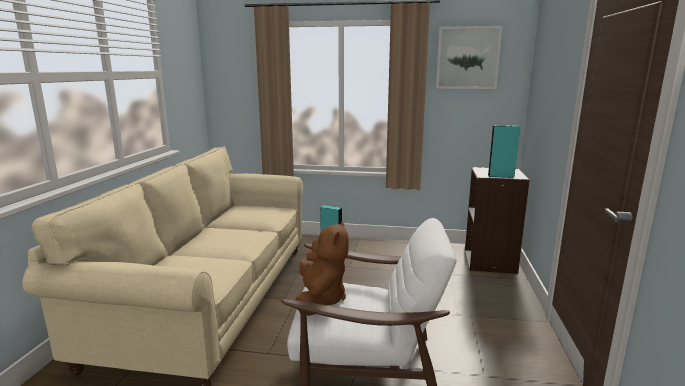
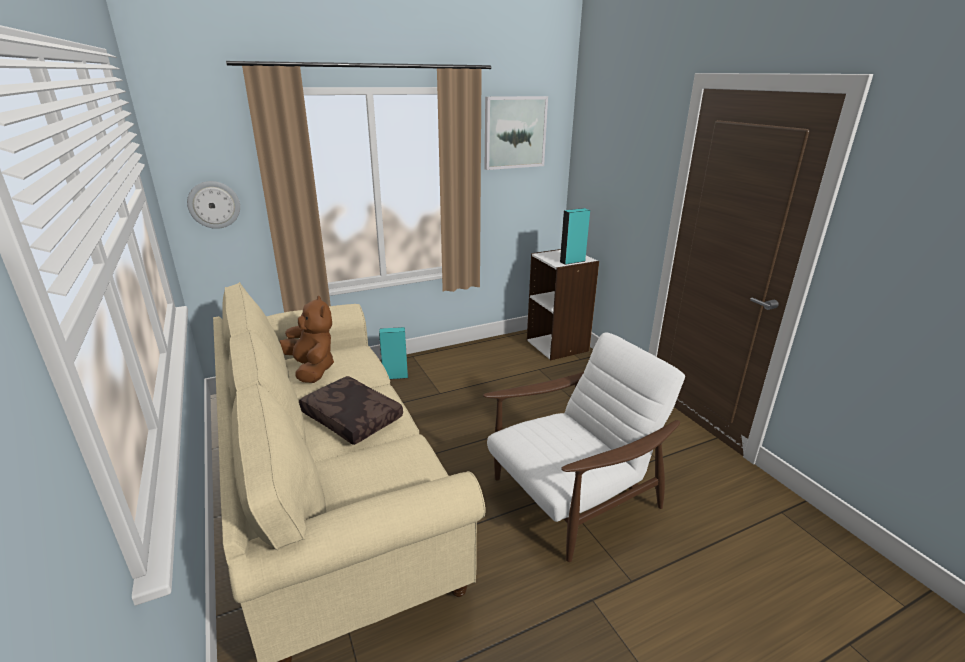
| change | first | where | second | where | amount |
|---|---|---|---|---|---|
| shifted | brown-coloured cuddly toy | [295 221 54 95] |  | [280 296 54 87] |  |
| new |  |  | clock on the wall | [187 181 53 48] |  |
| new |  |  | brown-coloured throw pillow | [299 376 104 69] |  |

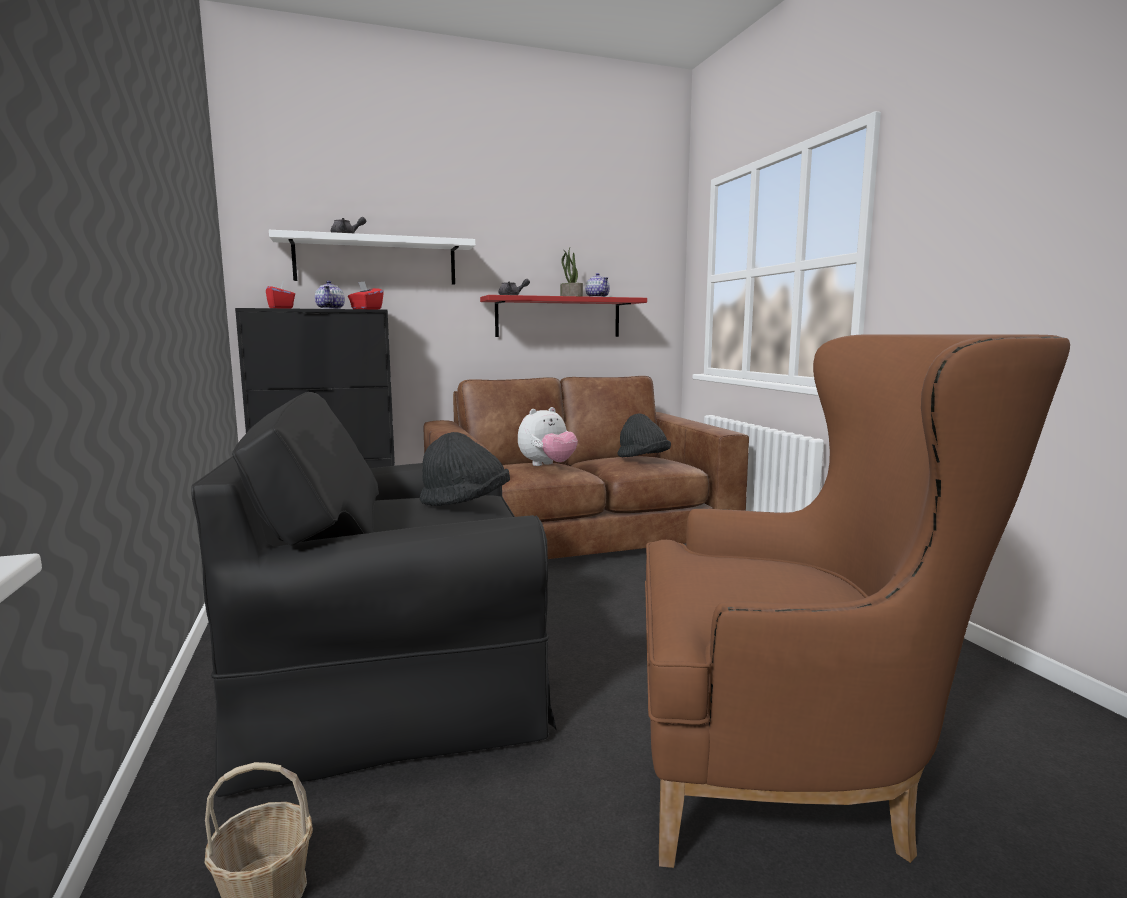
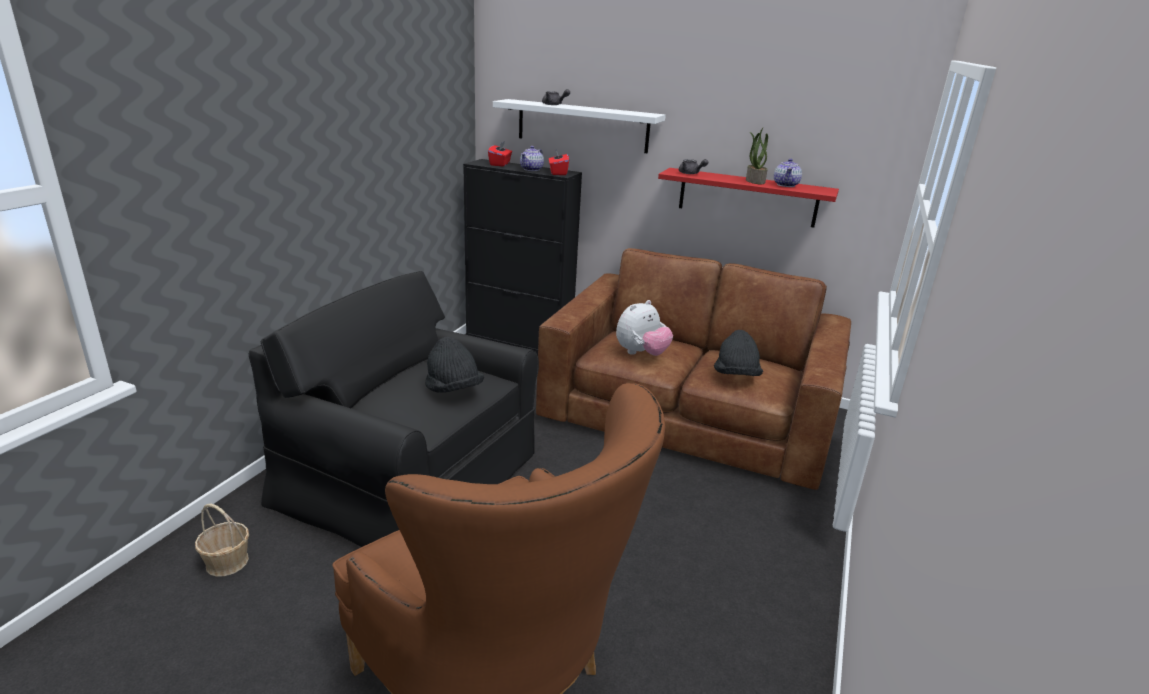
| change | first | where | second | where | amount |
|---|---|---|---|---|---|
| rotated | cuddly toy | [518 407 60 59] |  | [616 300 57 56] | 45 degrees counterclockwise |

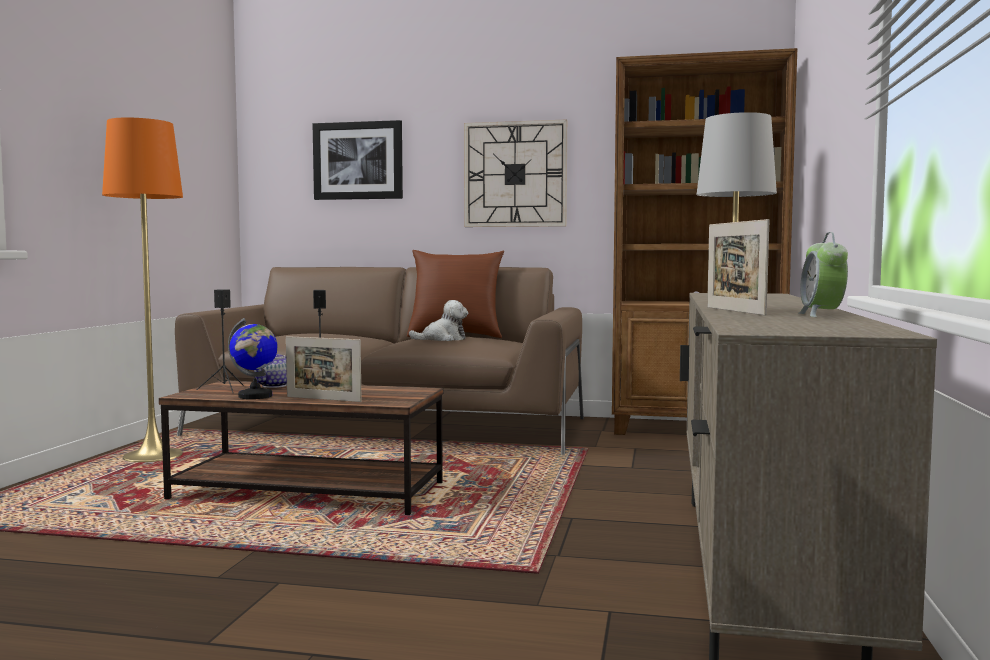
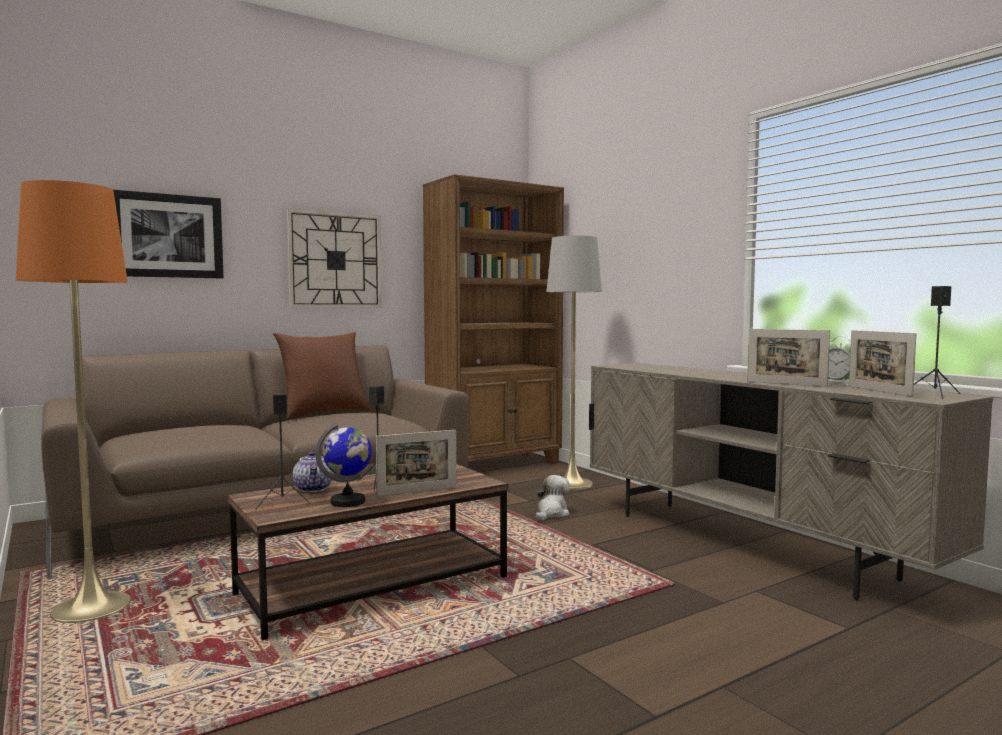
| change | first | where | second | where | amount |
|---|---|---|---|---|---|
| shifted | cuddly toy | [409 300 59 41] |  | [536 475 34 46] |  |
| new |  |  | blackish speaker | [914 286 47 112] |  |
| new |  |  | photo frame | [849 330 67 67] |  |

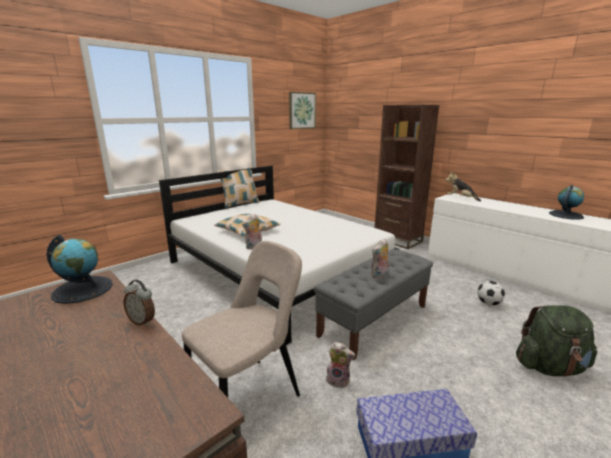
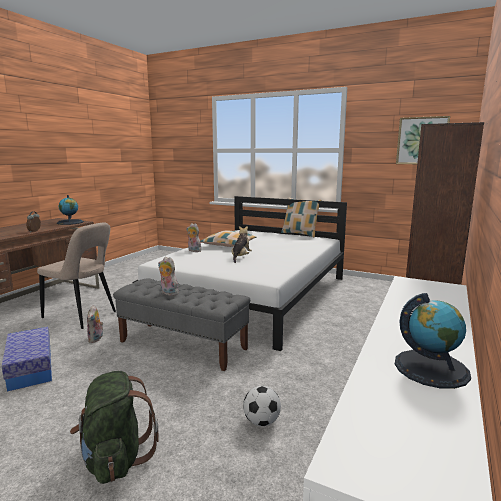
| change | first | where | second | where | amount |
|---|---|---|---|---|---|
| shifted | cuddly toy | [446 172 35 30] |  | [232 226 20 37] |  |

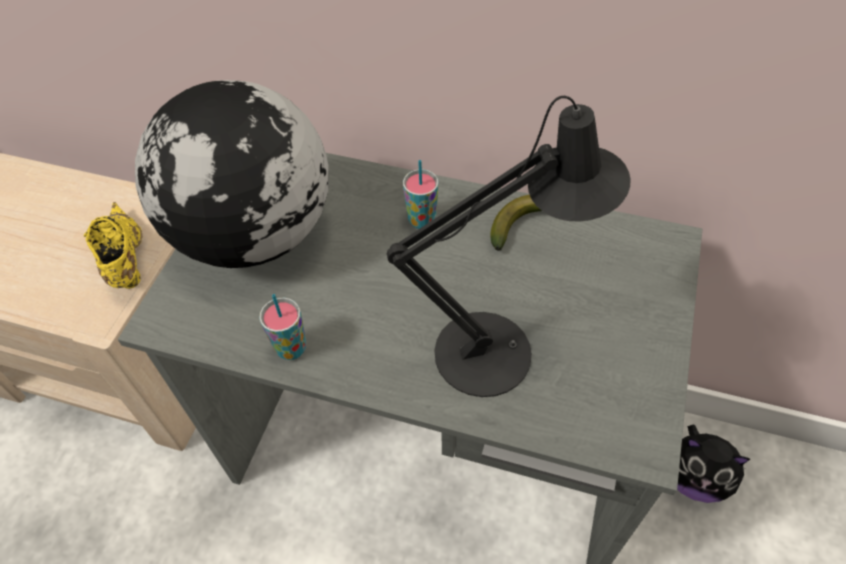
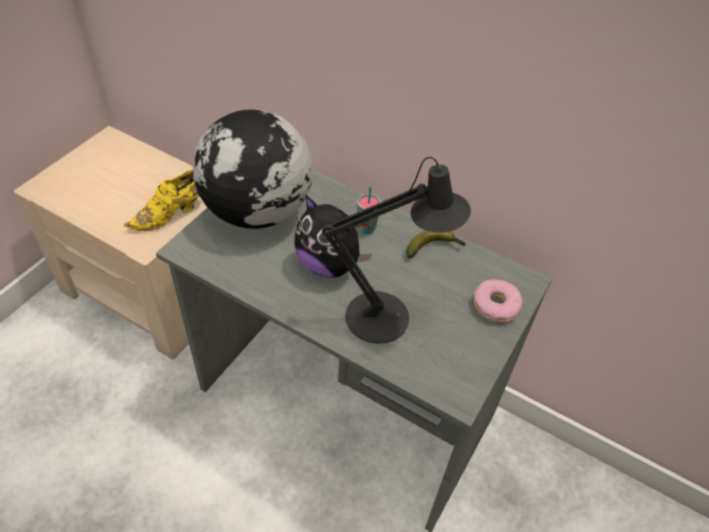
| change | first | where | second | where | amount |
|---|---|---|---|---|---|
| rotated | yellow low shoe | [84 202 58 87] |  | [124 170 75 61] | 120 degrees counterclockwise |
| gone | small cup | [259 294 47 66] |  |  |  |
| shifted | cuddly toy | [677 425 73 78] |  | [294 195 78 83] |  |
| new |  |  | donut | [474 279 48 44] |  |

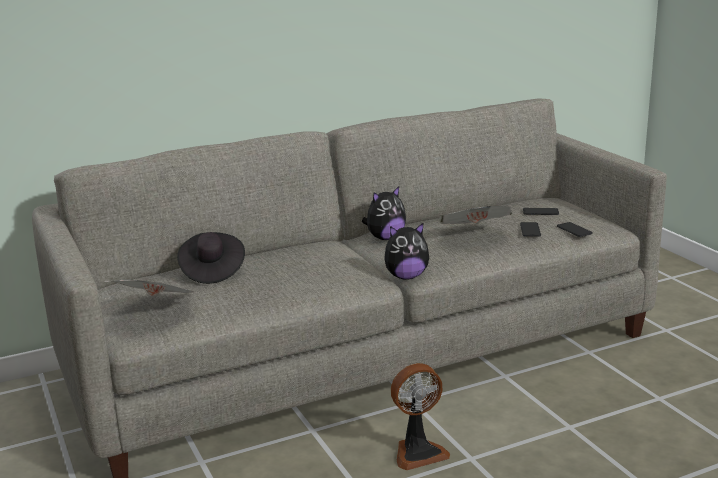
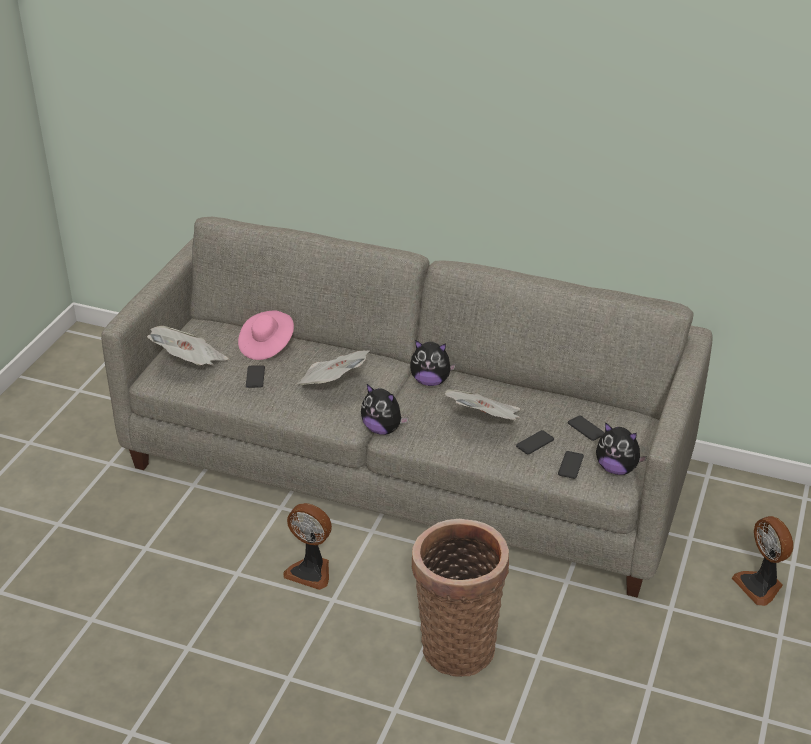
| change | first | where | second | where | amount |
|---|---|---|---|---|---|
| repainted | blackish hat | [177 232 68 52] | pinkish hat | [238 311 56 49] |  |
| new |  |  | printed paper | [296 350 74 35] |  |
| new |  |  | telephone | [246 365 19 23] |  |
| new |  |  | cuddly toy | [596 422 51 53] |  |
| new |  |  | fan | [732 516 61 90] |  |
| new |  |  | basket | [412 519 97 158] |  |

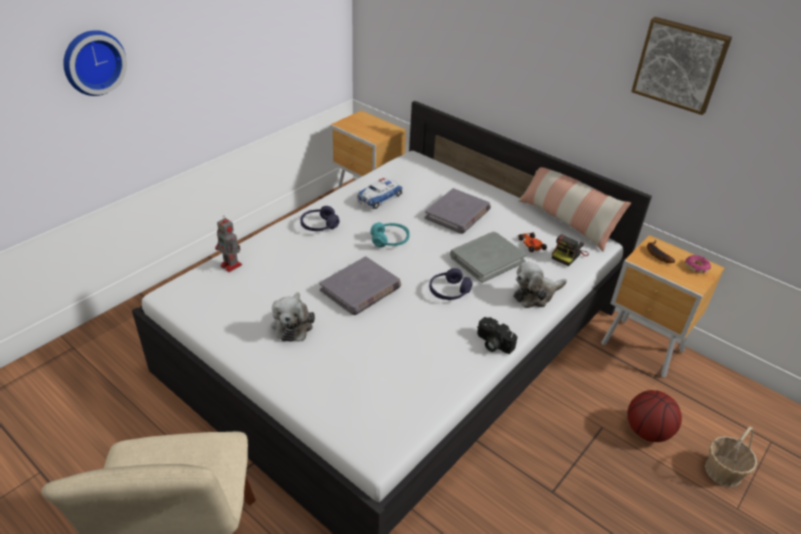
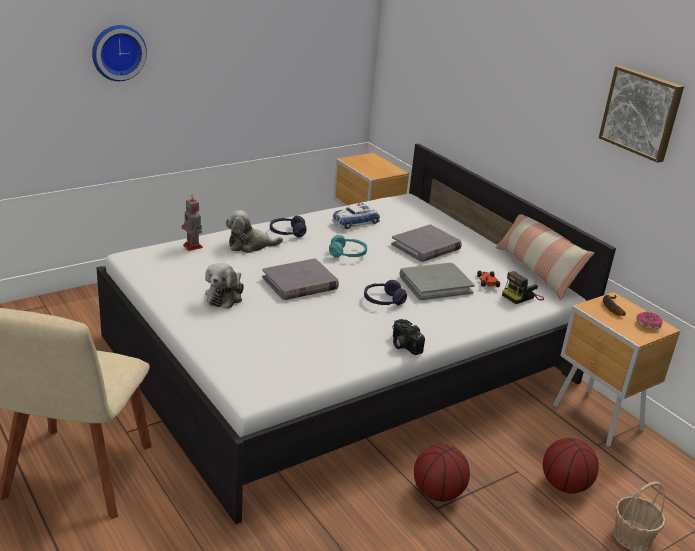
| change | first | where | second | where | amount |
|---|---|---|---|---|---|
| shifted | cuddly toy | [513 262 54 46] |  | [226 210 57 43] |  |
| new |  |  | ball for basketball | [414 444 56 58] |  |

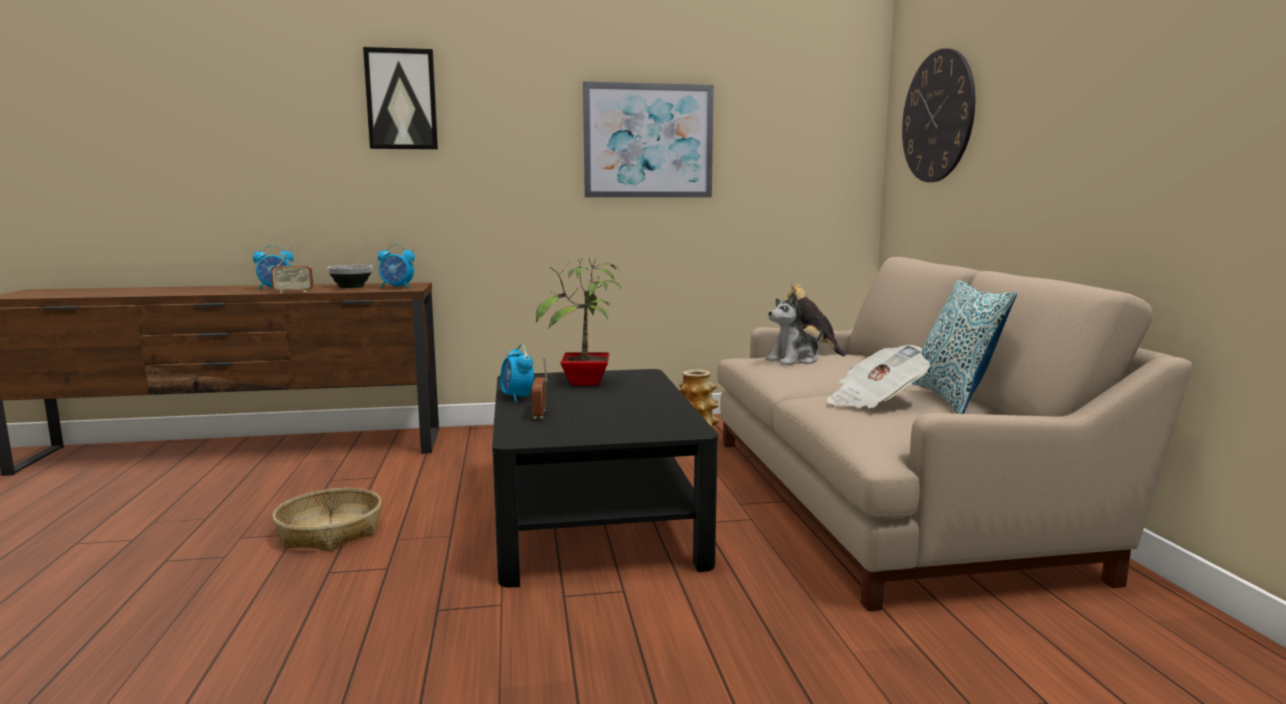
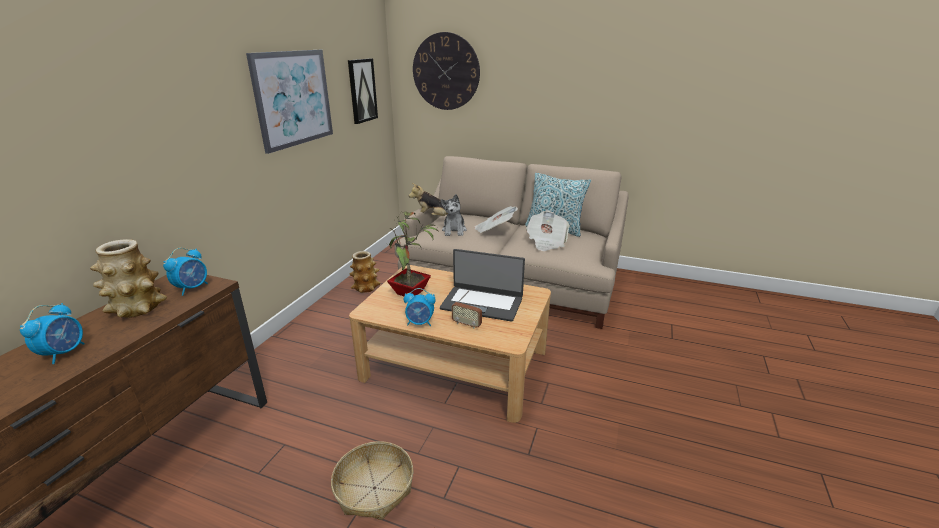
| change | first | where | second | where | amount |
|---|---|---|---|---|---|
| shifted | wall art | [363 47 75 103] |  | [348 58 30 66] |  |
| gone | radio receiver | [271 246 42 47] |  |  |  |
| swapped | deep dish | [327 265 45 23] | vase | [90 239 77 79] |  |
| repainted | blackish coffee table | [492 369 226 219] | sand-coloured coffee table | [349 265 202 158] |  |
| new |  |  | printed paper | [474 206 44 27] |  |
| new |  |  | portable computer | [440 249 85 73] |  |

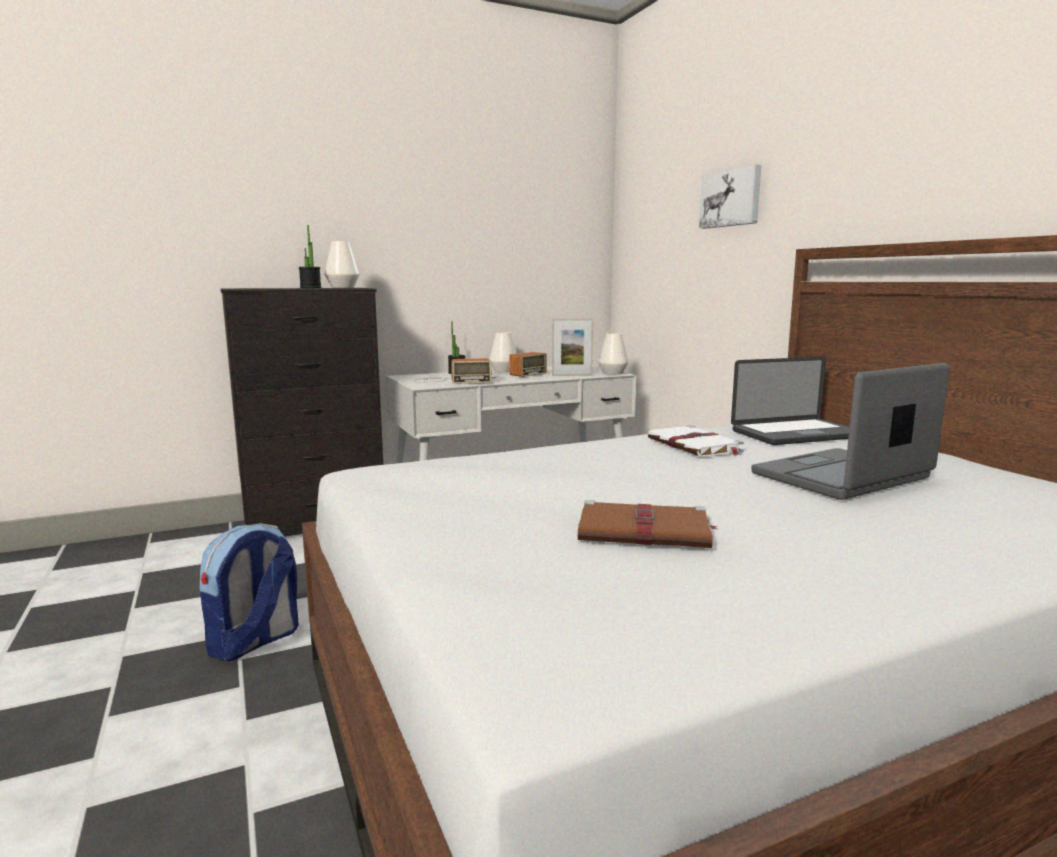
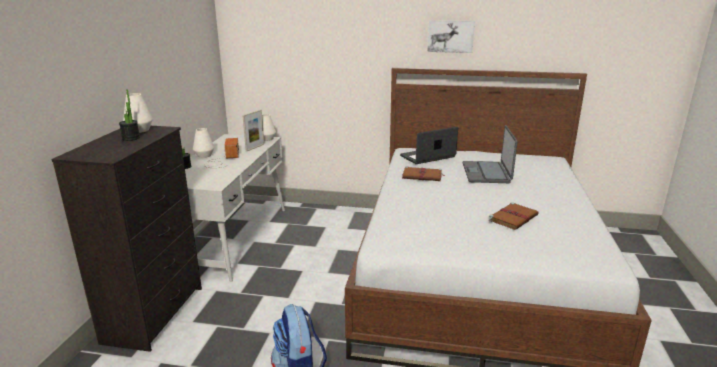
| change | first | where | second | where | amount |
|---|---|---|---|---|---|
| shifted | wall art | [699 164 62 65] |  | [427 20 48 33] |  |
| rotated | portable computer | [731 357 119 88] |  | [400 127 58 37] | 135 degrees counterclockwise |
| gone | radio receiver | [414 358 78 26] |  |  |  |
| repainted | white bound book | [648 425 95 32] | brown-coloured bound book | [402 166 42 15] |  |

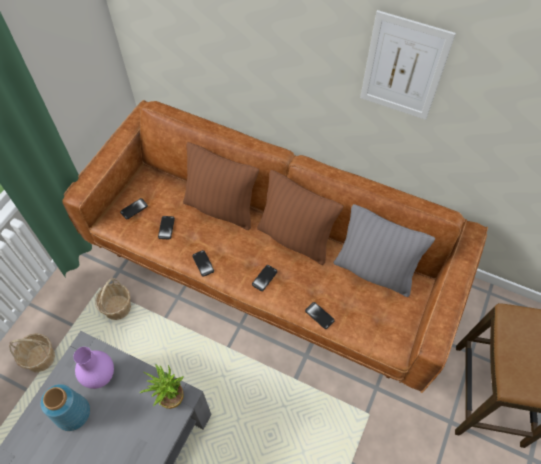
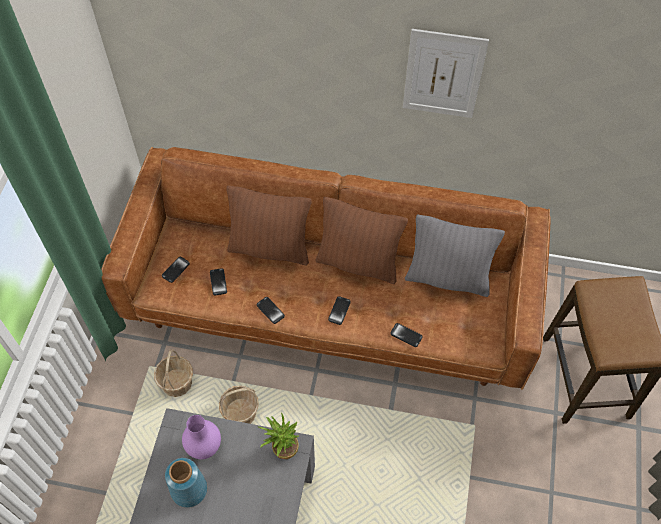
| change | first | where | second | where | amount |
|---|---|---|---|---|---|
| shifted | basket | [9 333 46 40] |  | [219 386 40 38] |  |

